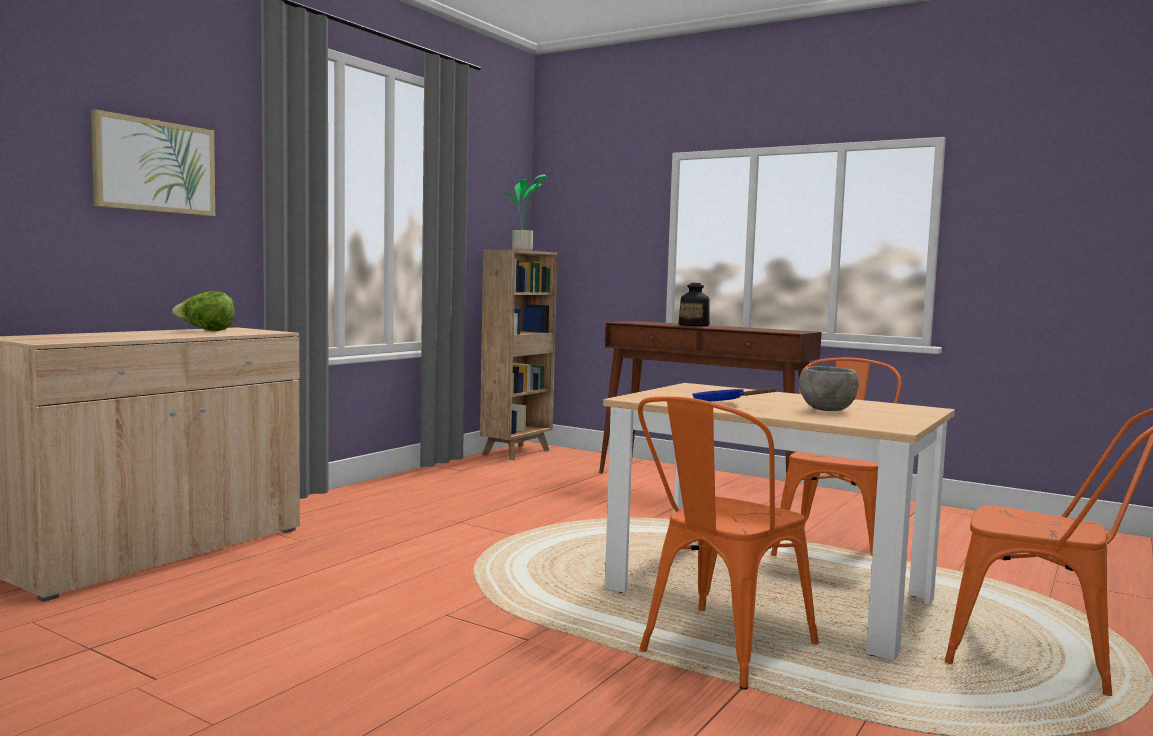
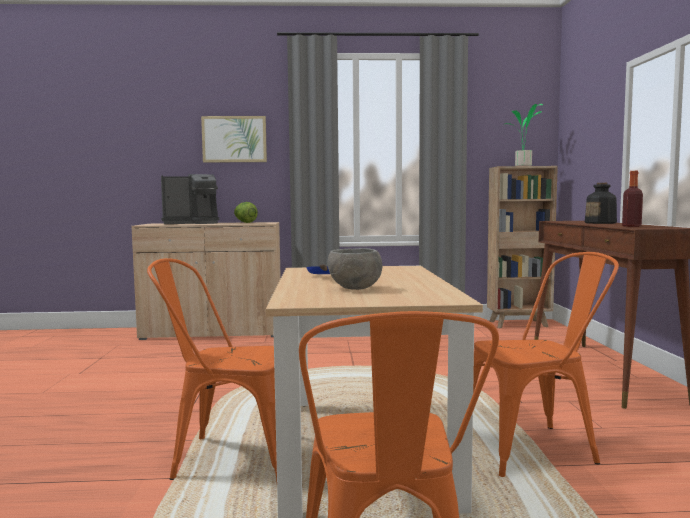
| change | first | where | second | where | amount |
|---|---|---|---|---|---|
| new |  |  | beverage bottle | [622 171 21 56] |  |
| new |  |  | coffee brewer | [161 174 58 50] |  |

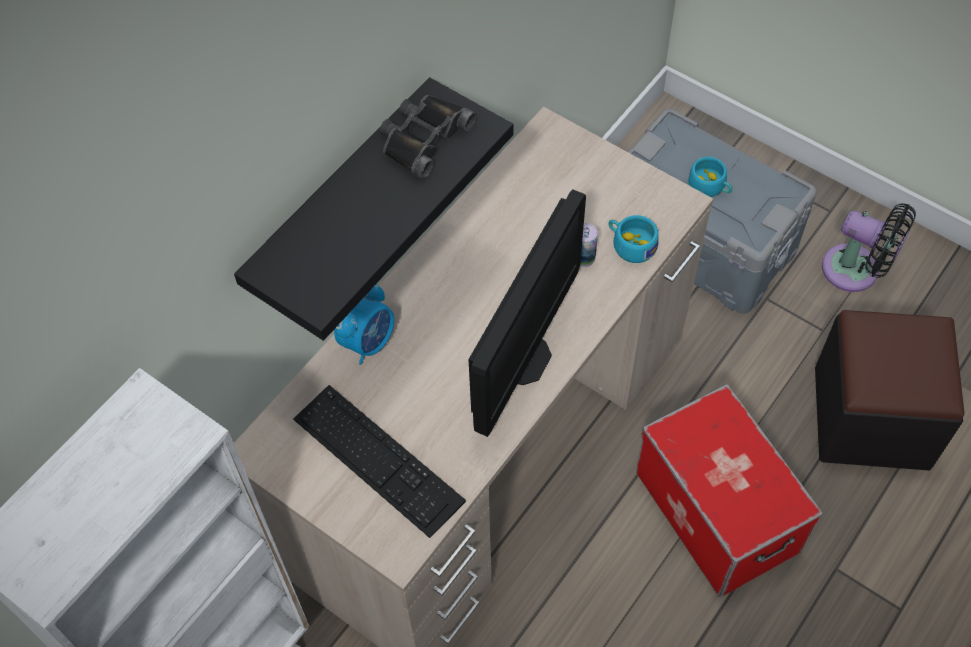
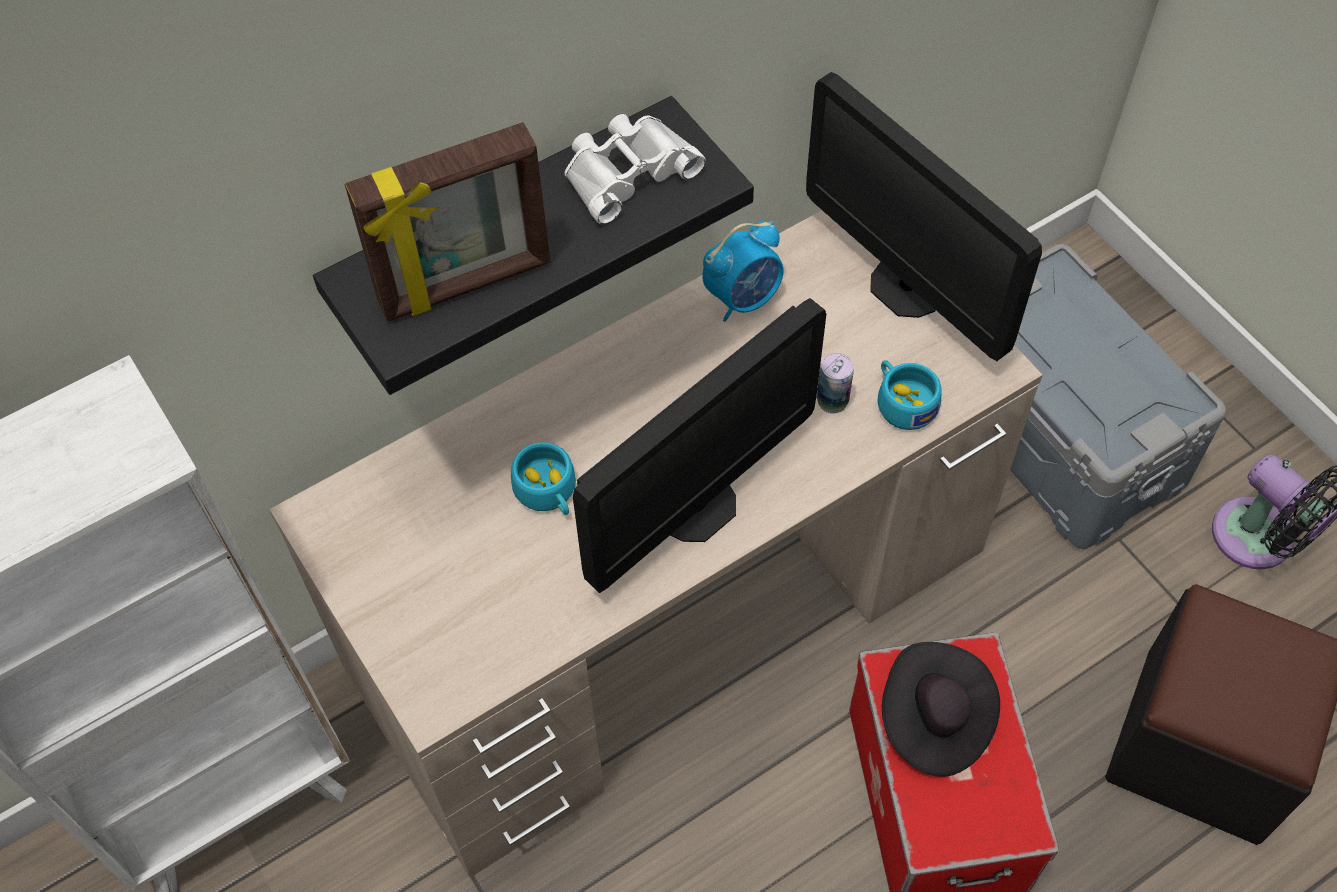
| change | first | where | second | where | amount |
|---|---|---|---|---|---|
| repainted | blackish pair of binoculars | [380 95 96 84] | white pair of binoculars | [564 114 142 110] |  |
| shifted | turquoise small cup | [688 157 45 40] |  | [511 442 65 73] |  |
| shifted | bedside clock | [334 284 60 81] |  | [702 221 82 101] |  |
| gone | PC keyboard | [293 385 173 153] |  |  |  |
| new |  |  | computer screen | [806 72 236 289] |  |
| new |  |  | photo frame | [345 122 206 200] |  |
| new |  |  | blackish hat | [882 642 118 135] |  |

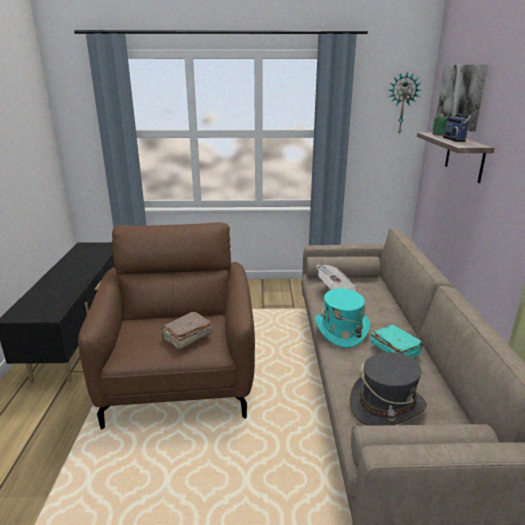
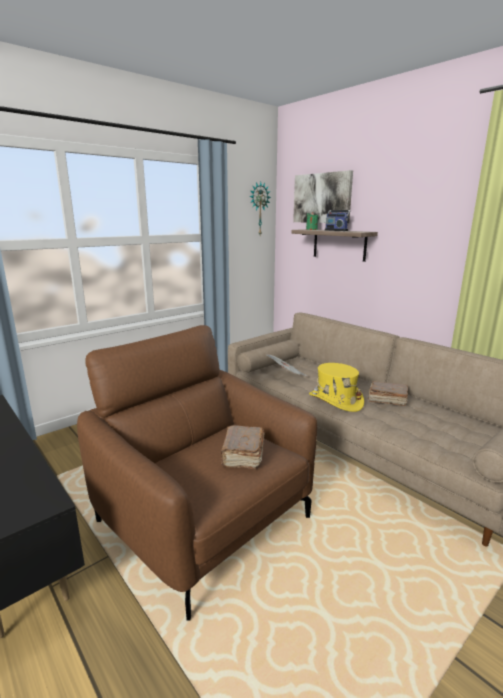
| change | first | where | second | where | amount |
|---|---|---|---|---|---|
| repainted | turquoise hat | [315 288 55 60] | yellow hat | [309 363 55 49] |  |
| repainted | turquoise bound book | [370 324 54 34] | brown-coloured bound book | [368 381 40 25] |  |
| gone | greyish hat | [350 352 77 74] |  |  |  |

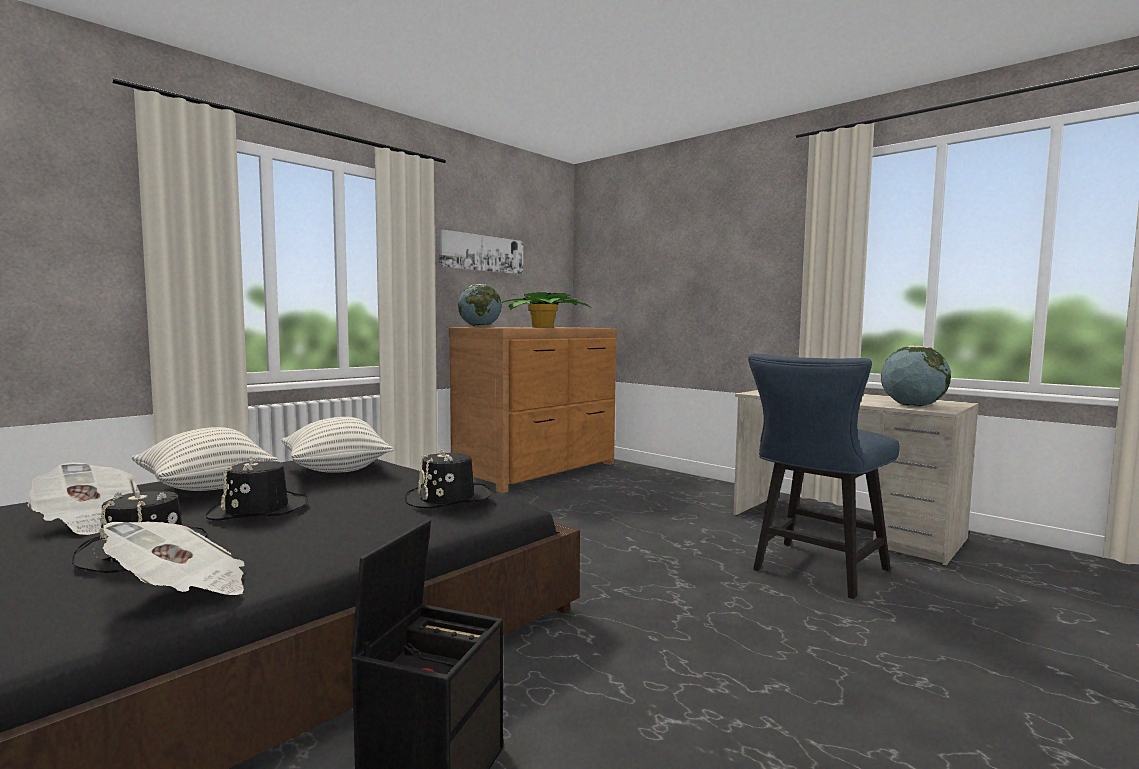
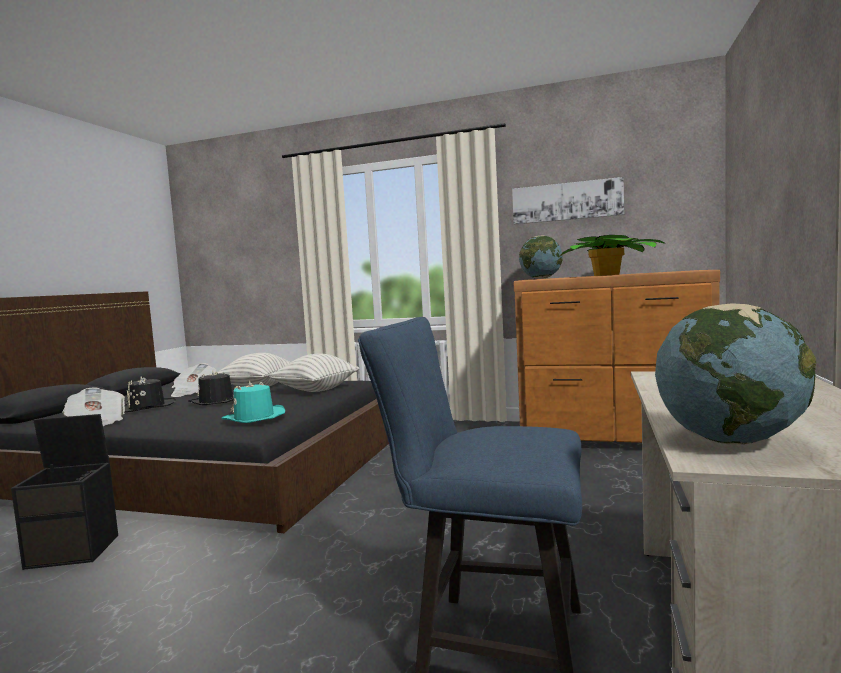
| change | first | where | second | where | amount |
|---|---|---|---|---|---|
| repainted | blackish hat | [405 447 86 61] | turquoise hat | [221 381 64 42] |  |

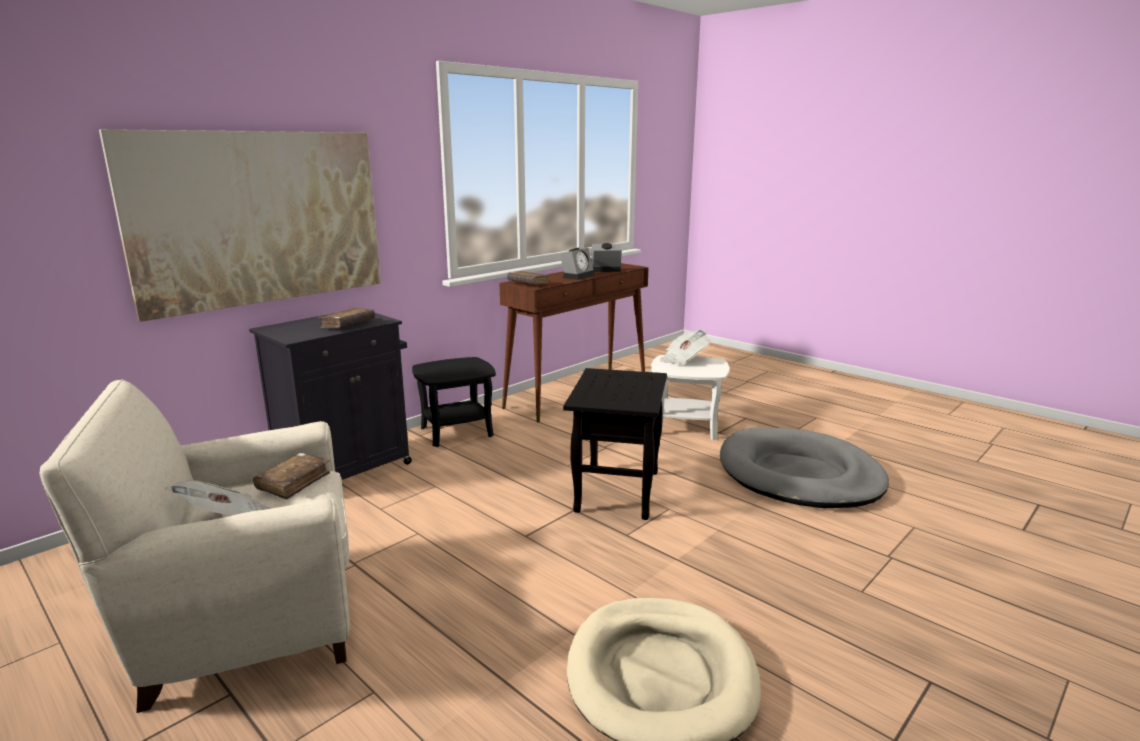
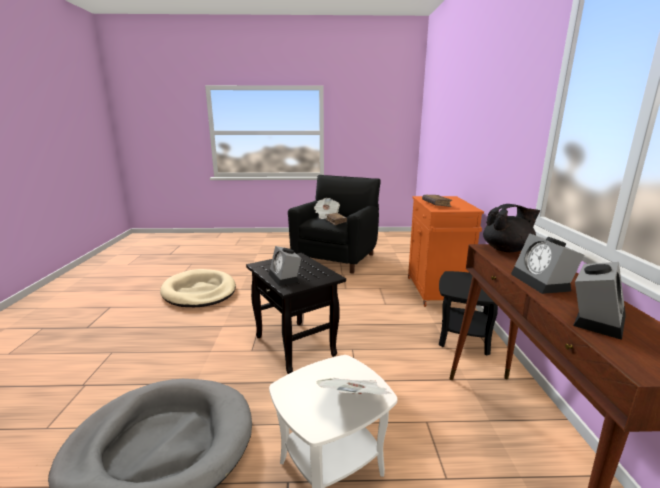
| change | first | where | second | where | amount |
|---|---|---|---|---|---|
| gone | wall art | [99 129 282 193] |  |  |  |
| swapped | brown-coloured bound book | [507 271 43 14] | blackish teapot | [483 204 57 48] |  |
| repainted | blackish cupboard | [249 313 163 167] | orange cupboard | [408 196 76 111] |  |
| repainted | sand-coloured easy chair | [39 379 311 334] | blackish easy chair | [288 175 93 99] |  |
| new |  |  | bedside clock | [269 246 32 40] |  |

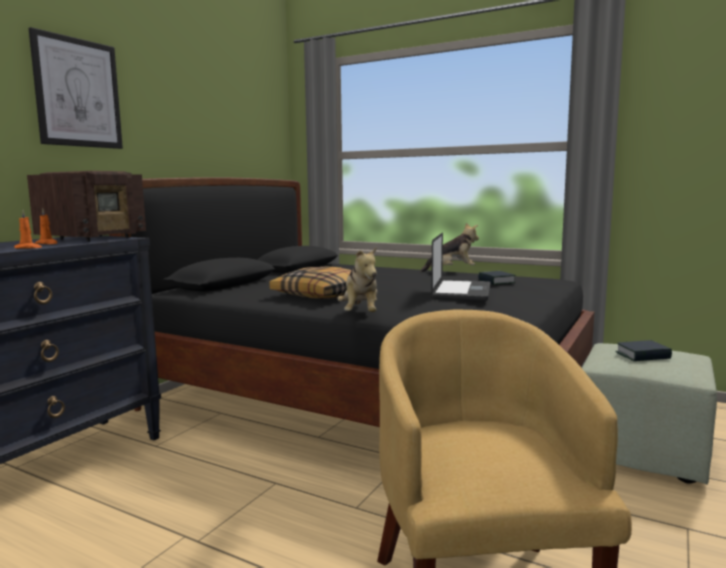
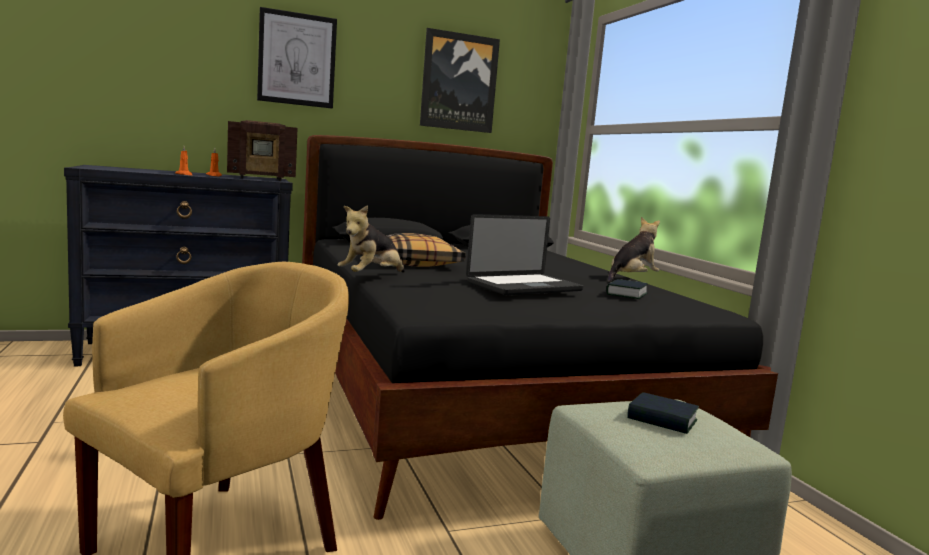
| change | first | where | second | where | amount |
|---|---|---|---|---|---|
| rotated | cuddly toy | [420 223 59 50] |  | [608 217 52 65] | 75 degrees counterclockwise |
| new |  |  | wall art | [420 28 80 105] |  |

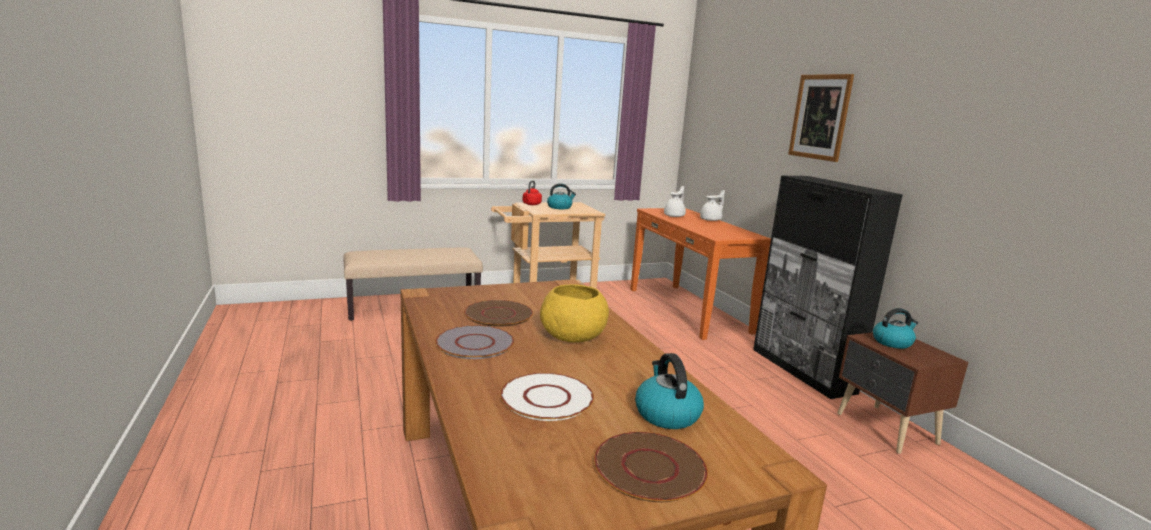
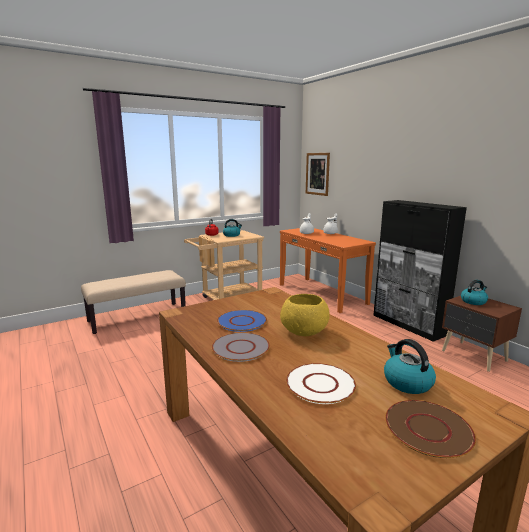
| change | first | where | second | where | amount |
|---|---|---|---|---|---|
| shifted | wall art | [788 74 66 88] |  | [306 153 24 43] |  |
| repainted | brown-coloured flat dish | [464 300 69 27] | blue flat dish | [217 310 50 22] |  |

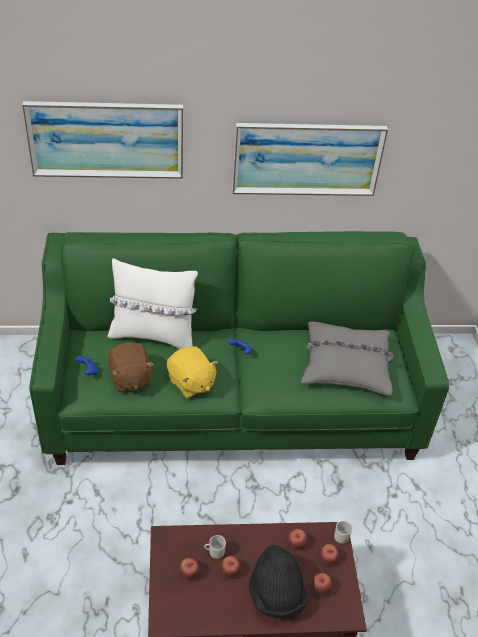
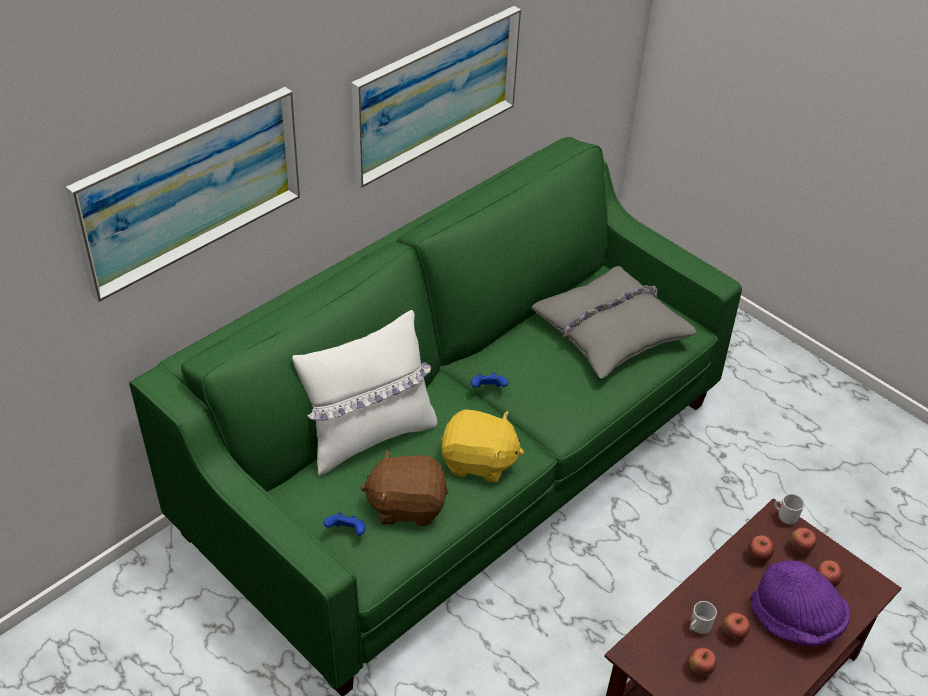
| change | first | where | second | where | amount |
|---|---|---|---|---|---|
| rotated | brown-coloured cuddly toy | [108 342 46 50] |  | [360 449 89 77] | 150 degrees clockwise |
| repainted | blackish hat | [249 545 59 74] | purplish hat | [750 560 100 86] |  |

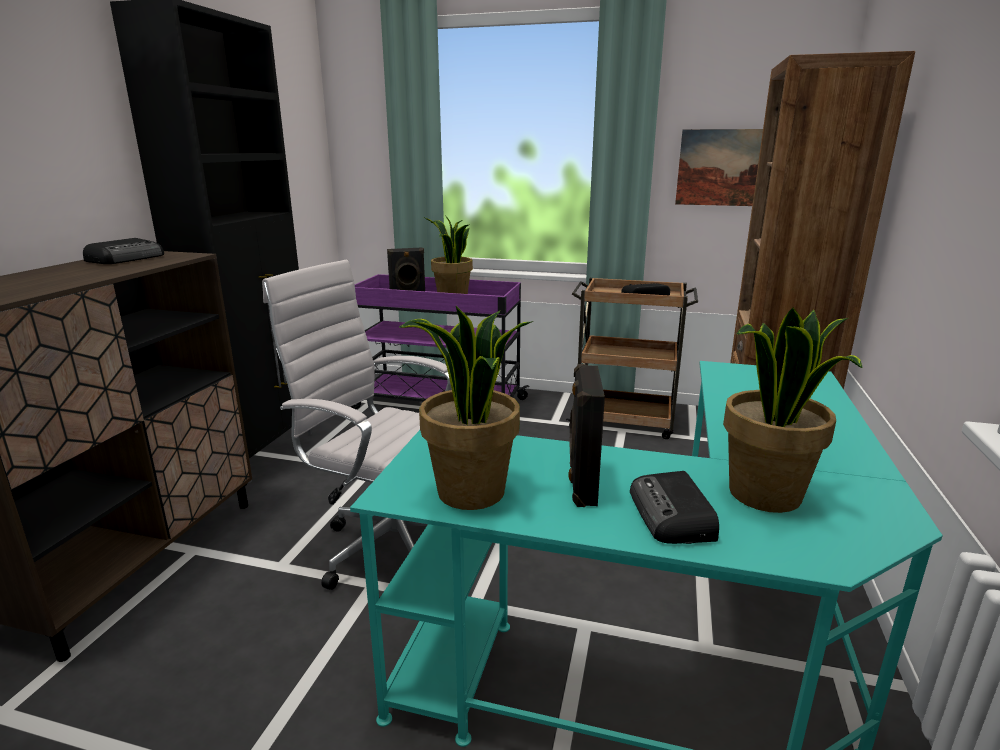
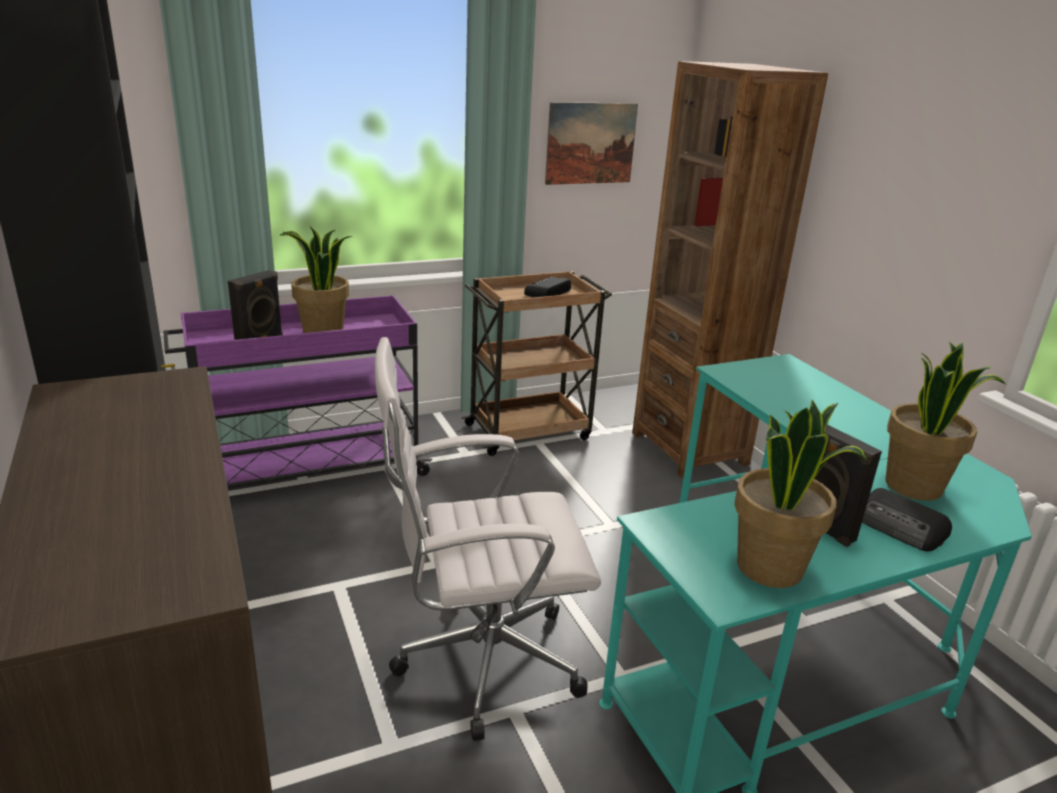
| change | first | where | second | where | amount |
|---|---|---|---|---|---|
| gone | radio receiver | [83 238 81 26] |  |  |  |

